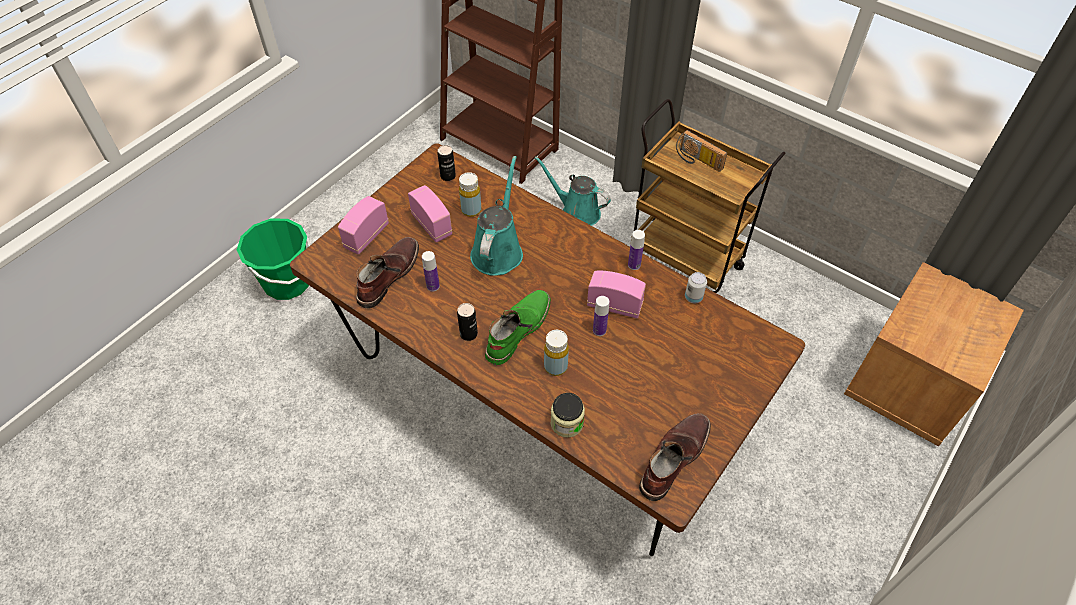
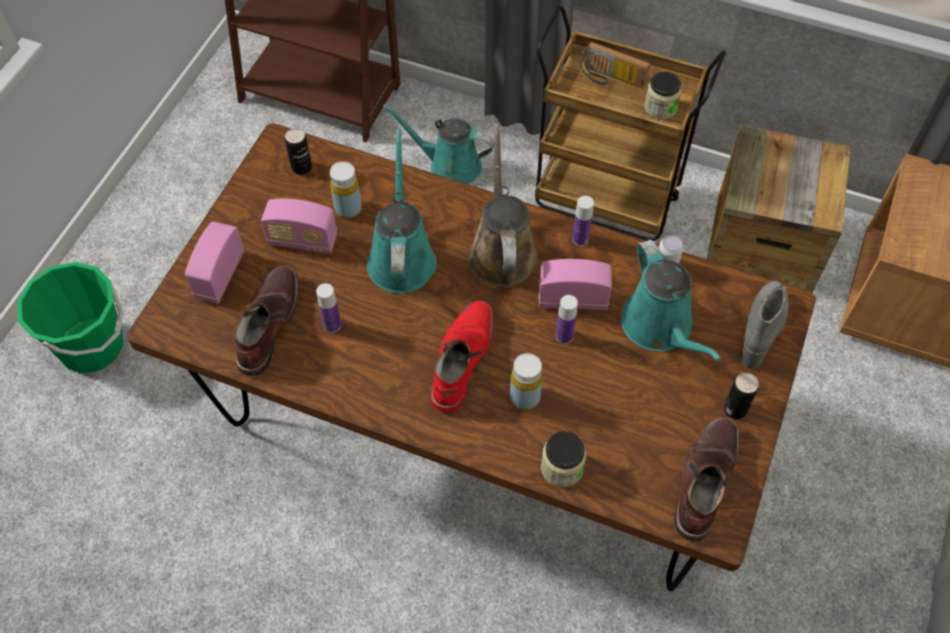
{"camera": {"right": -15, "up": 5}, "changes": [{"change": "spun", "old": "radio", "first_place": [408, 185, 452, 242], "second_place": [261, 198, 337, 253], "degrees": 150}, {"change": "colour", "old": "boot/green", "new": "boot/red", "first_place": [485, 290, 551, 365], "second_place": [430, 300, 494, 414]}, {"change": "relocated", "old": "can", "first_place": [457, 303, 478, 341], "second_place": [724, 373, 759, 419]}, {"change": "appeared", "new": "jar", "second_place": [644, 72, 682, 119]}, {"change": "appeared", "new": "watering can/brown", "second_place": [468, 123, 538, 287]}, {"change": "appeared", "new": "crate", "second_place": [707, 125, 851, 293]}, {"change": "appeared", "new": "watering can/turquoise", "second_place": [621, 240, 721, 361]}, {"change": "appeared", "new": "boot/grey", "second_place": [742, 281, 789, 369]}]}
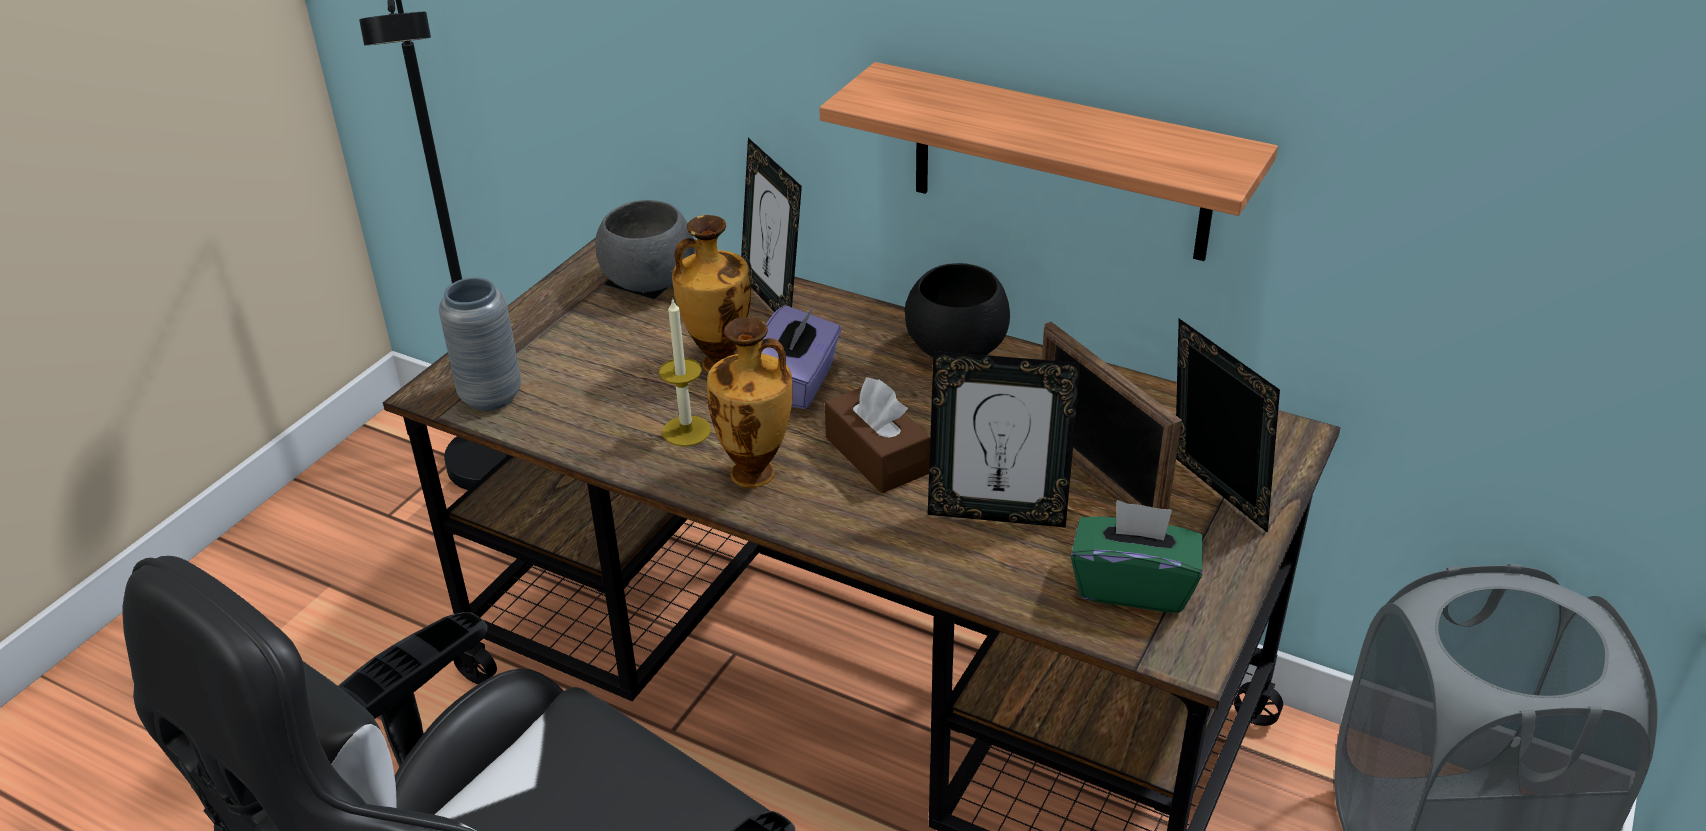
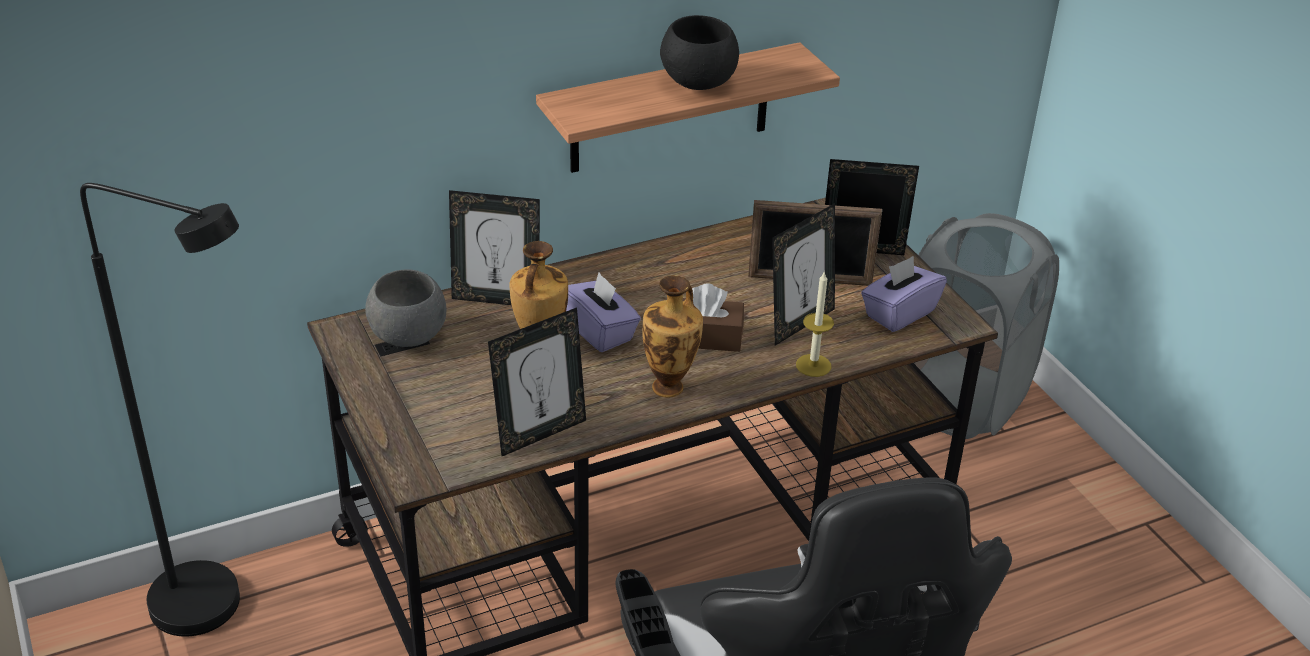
{"camera": {"right": -55, "up": 0}, "changes": [{"change": "relocated", "old": "bowl/black", "first_place": [905, 263, 1010, 357], "second_place": [660, 15, 739, 90]}, {"change": "missing", "old": "vase/grey", "first_place": [439, 277, 521, 411]}, {"change": "relocated", "old": "candle", "first_place": [659, 297, 711, 447], "second_place": [796, 271, 834, 377]}, {"change": "colour", "old": "tissue box/green", "new": "tissue box/purple", "first_place": [1071, 500, 1203, 613], "second_place": [861, 256, 947, 332]}, {"change": "appeared", "new": "picture frame", "second_place": [488, 307, 586, 456]}]}
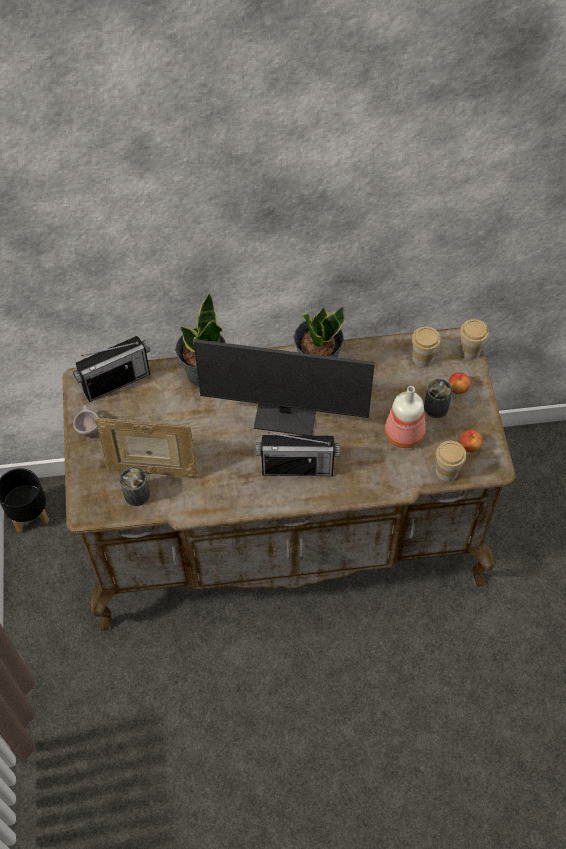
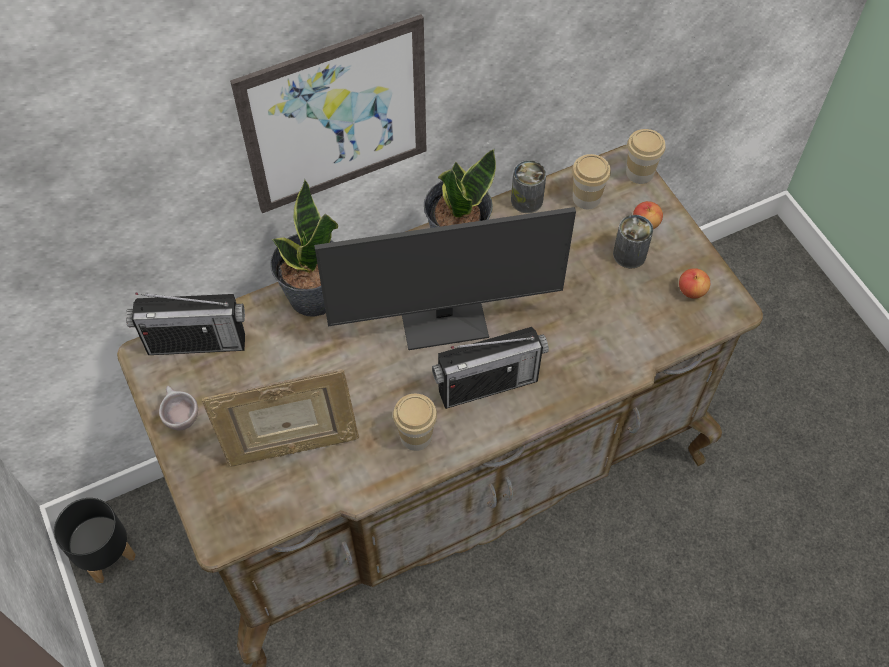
{"camera": {"right": -20, "up": 0}, "changes": [{"change": "spun", "old": "radio", "first_place": [73, 336, 151, 402], "second_place": [126, 293, 245, 355], "degrees": 45}, {"change": "missing", "old": "bottle", "first_place": [385, 386, 426, 448]}, {"change": "relocated", "old": "cup", "first_place": [436, 441, 466, 481], "second_place": [393, 394, 437, 451]}, {"change": "relocated", "old": "can", "first_place": [120, 467, 150, 506], "second_place": [511, 160, 546, 213]}, {"change": "appeared", "new": "picture", "second_place": [230, 14, 426, 213]}]}
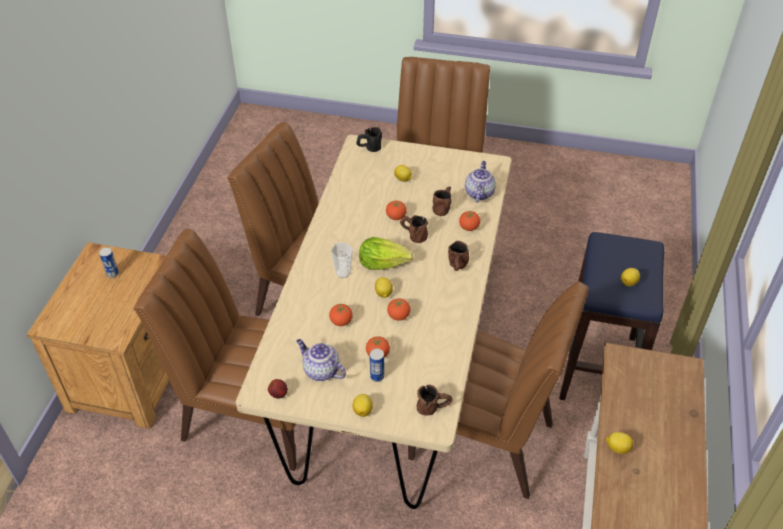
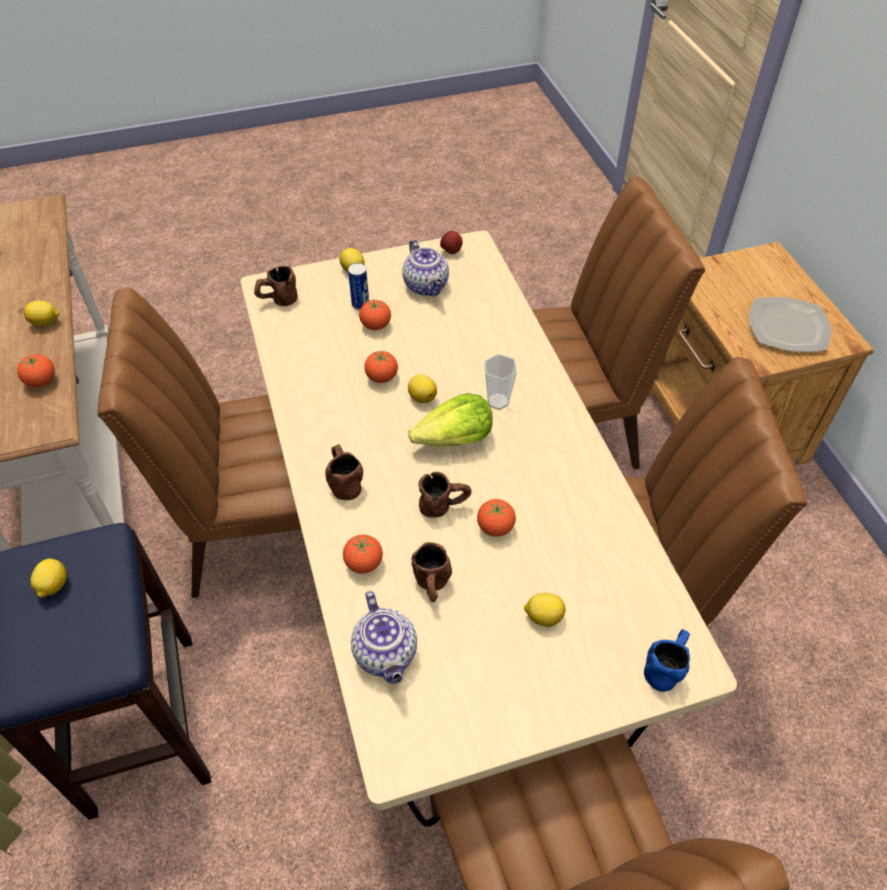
{"camera": {"right": 150, "up": 5}, "changes": [{"change": "colour", "old": "mug/black", "new": "mug/blue", "first_place": [356, 127, 382, 152], "second_place": [644, 629, 690, 692]}, {"change": "exchanged", "old": "can", "new": "plate", "first_place": [99, 247, 119, 278], "second_place": [749, 297, 831, 352]}, {"change": "relocated", "old": "tomato", "first_place": [329, 304, 353, 326], "second_place": [17, 354, 55, 387]}, {"change": "spun", "old": "teapot", "first_place": [296, 339, 346, 381], "second_place": [402, 239, 449, 296], "degrees": 60}]}
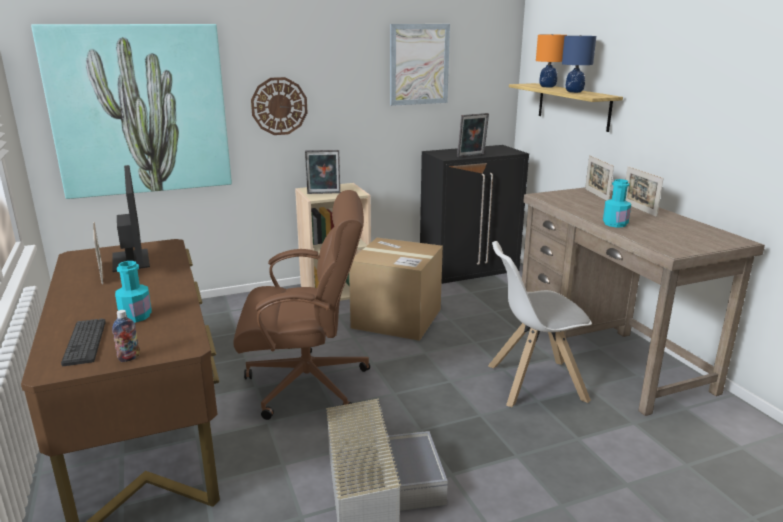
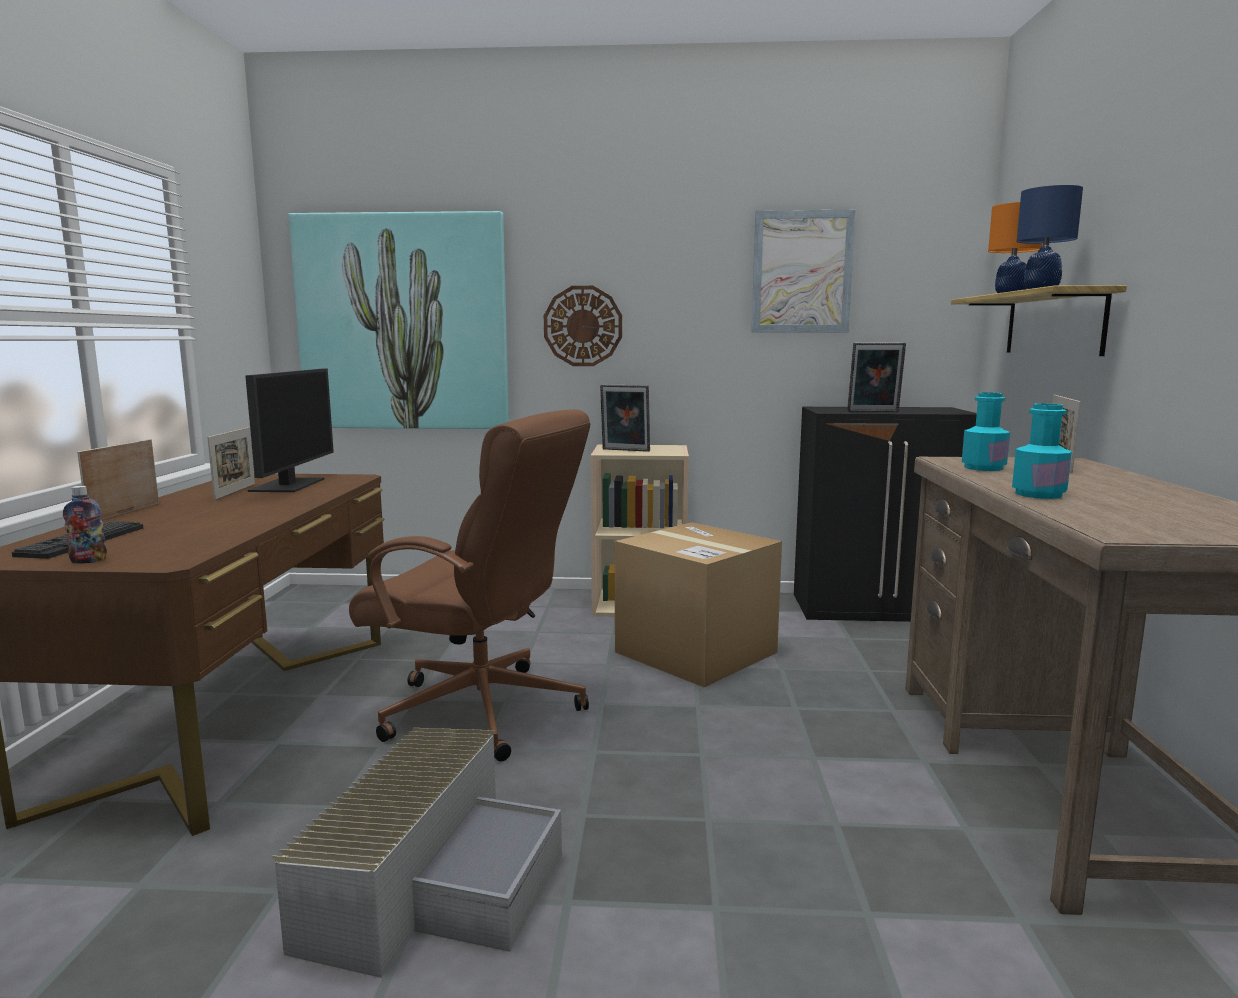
{"camera": {"right": 25, "up": -10}, "changes": [{"change": "relocated", "old": "picture frame", "first_place": [626, 166, 664, 217], "second_place": [77, 439, 159, 520]}, {"change": "missing", "old": "chair", "first_place": [488, 241, 592, 407]}, {"change": "relocated", "old": "bottle/turquoise", "first_place": [115, 261, 152, 322], "second_place": [962, 392, 1010, 471]}]}
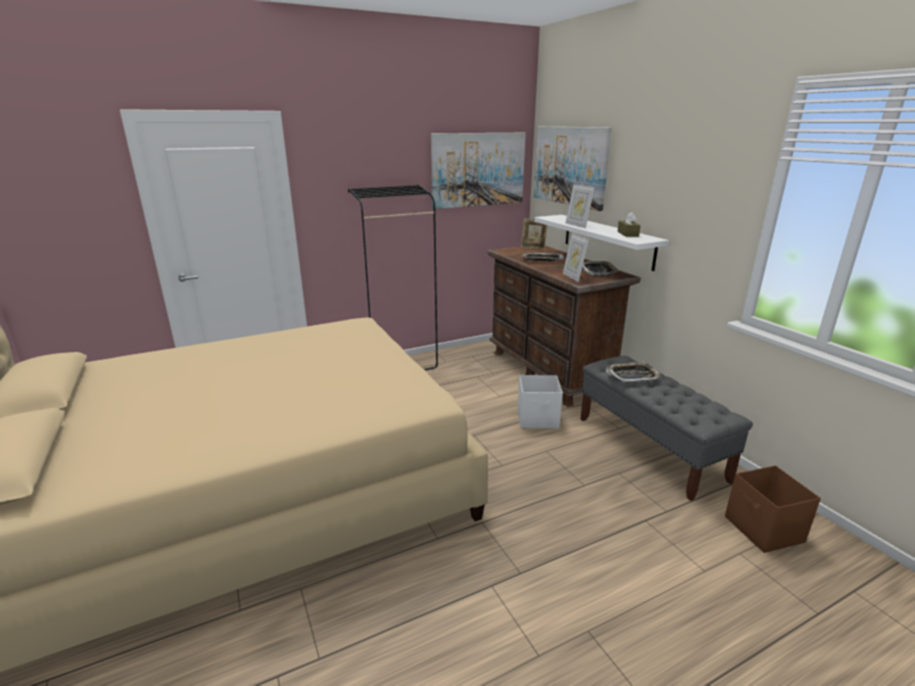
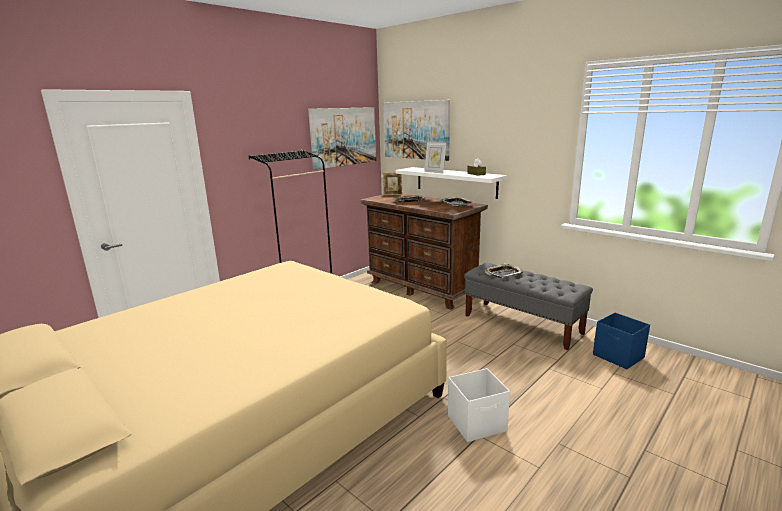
{"camera": {"right": -20, "up": -5}, "changes": [{"change": "missing", "old": "picture frame", "first_place": [563, 233, 589, 282]}, {"change": "relocated", "old": "storage box/white", "first_place": [518, 375, 563, 429], "second_place": [448, 368, 510, 442]}, {"change": "colour", "old": "storage box/brown", "new": "storage box/blue", "first_place": [725, 466, 821, 553], "second_place": [593, 313, 650, 369]}]}
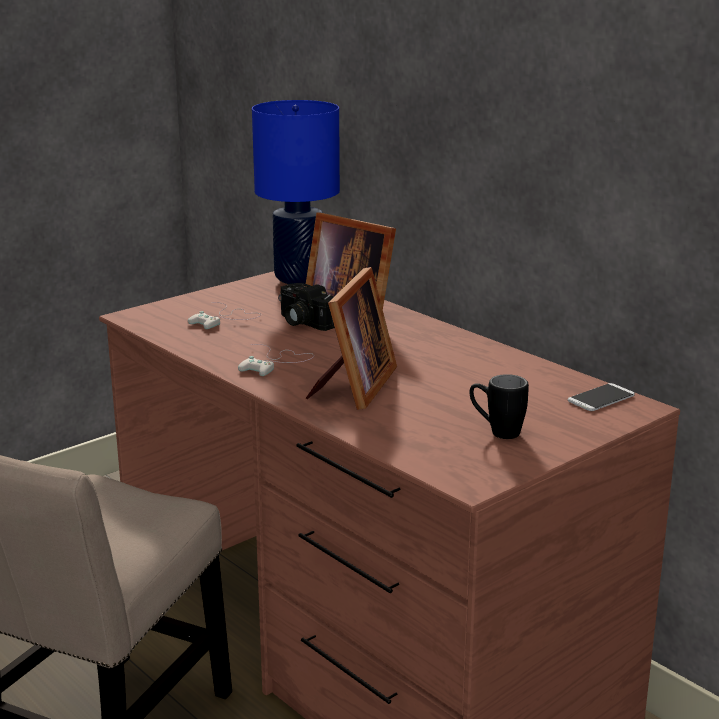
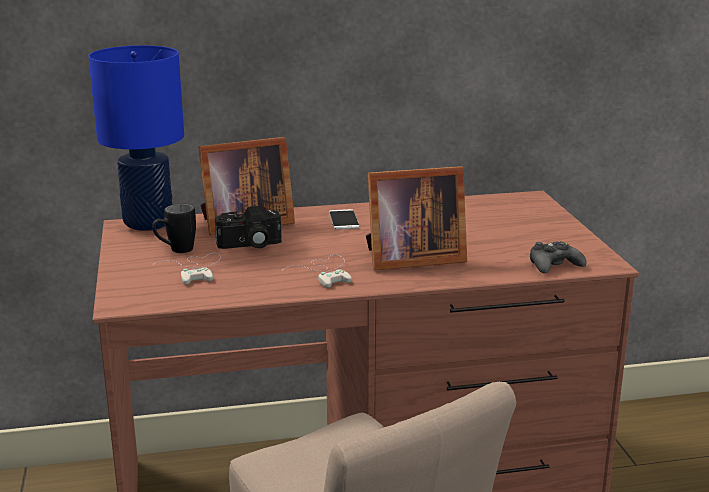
{"camera": {"right": -60, "up": 0}, "changes": [{"change": "spun", "old": "picture frame", "first_place": [306, 267, 397, 410], "second_place": [366, 166, 467, 270], "degrees": 120}, {"change": "relocated", "old": "mug/black", "first_place": [470, 374, 529, 439], "second_place": [152, 204, 196, 253]}, {"change": "relocated", "old": "phone", "first_place": [568, 383, 635, 411], "second_place": [329, 209, 360, 230]}, {"change": "appeared", "new": "game controller/black", "second_place": [530, 241, 587, 273]}]}
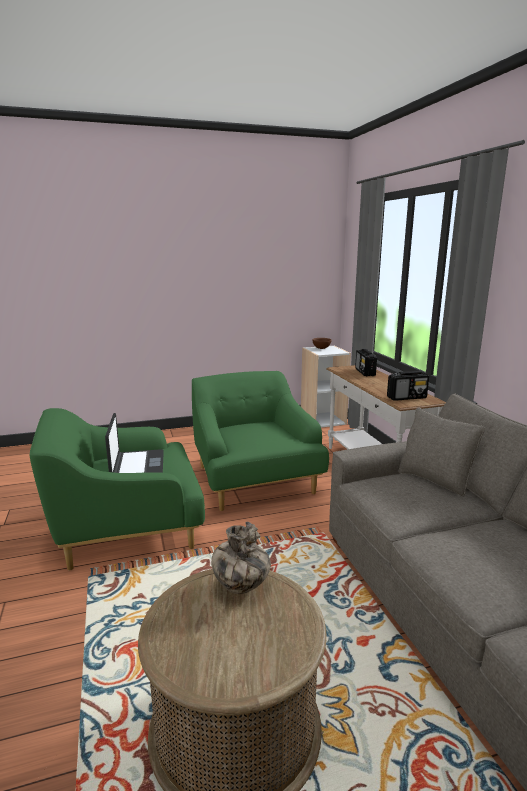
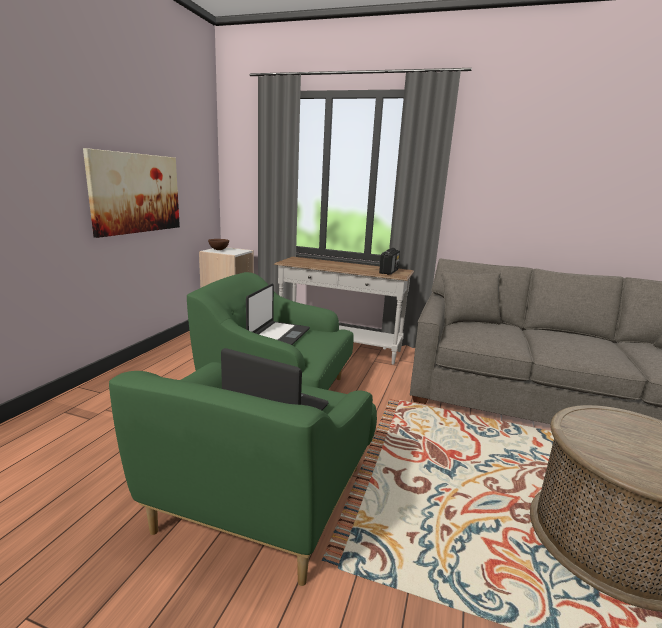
{"camera": {"right": -55, "up": 0}, "changes": [{"change": "missing", "old": "radio", "first_place": [355, 349, 377, 376]}, {"change": "missing", "old": "vase", "first_place": [211, 522, 271, 594]}, {"change": "appeared", "new": "picture", "second_place": [83, 148, 180, 238]}, {"change": "appeared", "new": "laptop", "second_place": [246, 283, 310, 345]}]}
